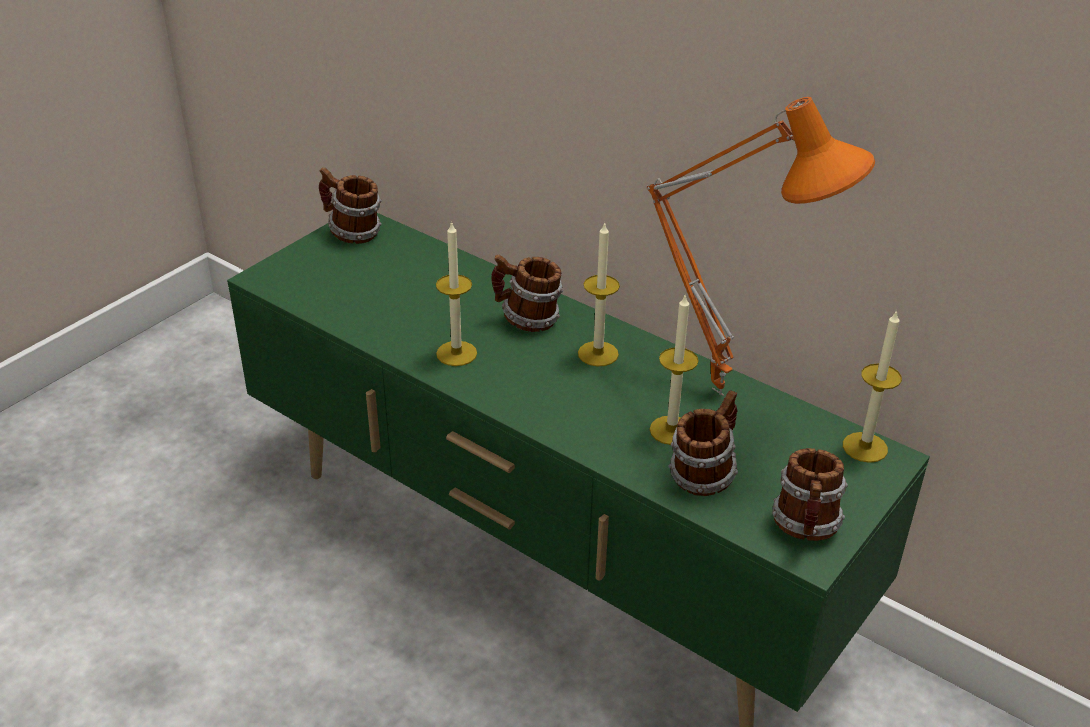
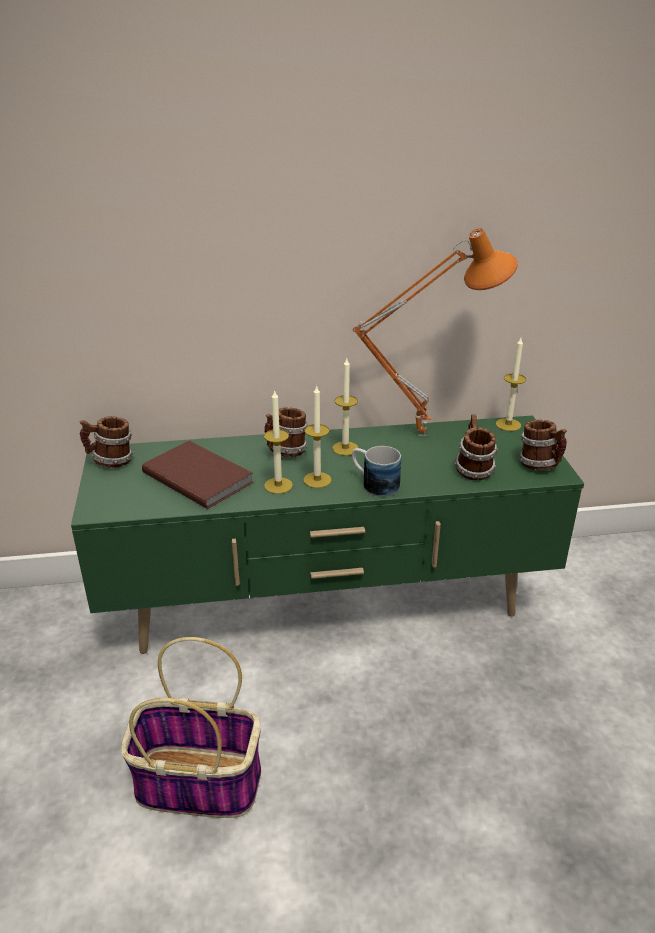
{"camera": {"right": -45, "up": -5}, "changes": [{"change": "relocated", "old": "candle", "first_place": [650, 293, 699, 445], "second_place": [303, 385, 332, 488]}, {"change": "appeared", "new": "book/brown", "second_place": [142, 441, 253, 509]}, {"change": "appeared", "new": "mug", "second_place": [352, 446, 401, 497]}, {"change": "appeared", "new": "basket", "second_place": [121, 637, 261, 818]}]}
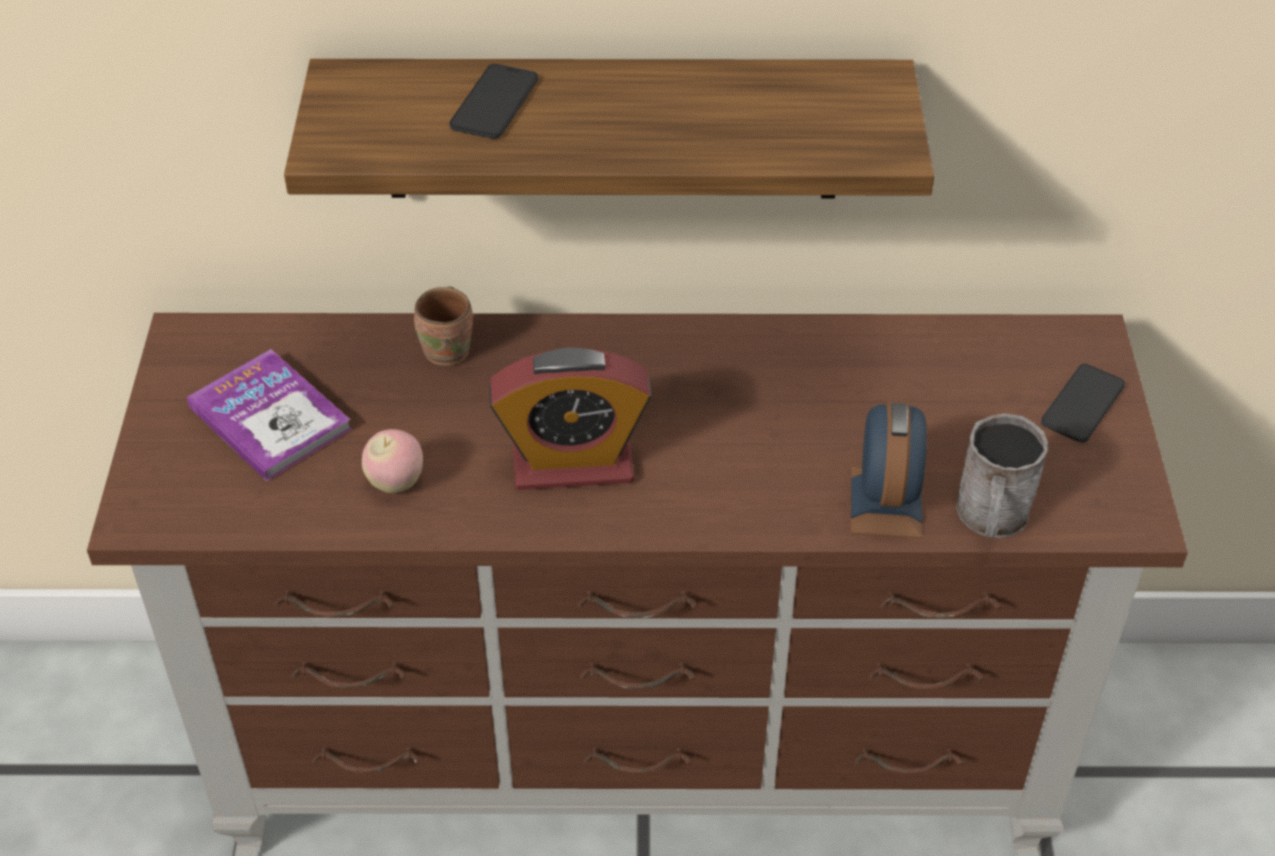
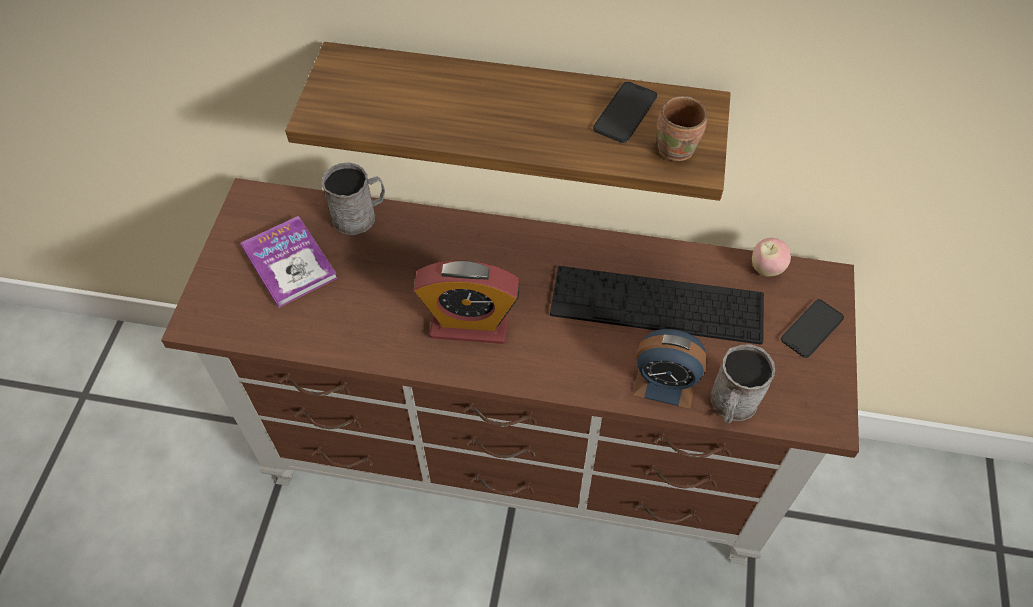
{"camera": {"right": 10, "up": 10}, "changes": [{"change": "relocated", "old": "phone", "first_place": [449, 64, 538, 139], "second_place": [593, 82, 657, 143]}, {"change": "relocated", "old": "mug/brown", "first_place": [414, 286, 473, 366], "second_place": [657, 96, 707, 161]}, {"change": "spun", "old": "alarm clock", "first_place": [851, 401, 927, 538], "second_place": [632, 329, 708, 409], "degrees": 90}, {"change": "relocated", "old": "apple", "first_place": [362, 429, 423, 493], "second_place": [752, 238, 791, 276]}, {"change": "appeared", "new": "mug/grey", "second_place": [321, 162, 385, 235]}, {"change": "appeared", "new": "keyboard", "second_place": [550, 266, 764, 345]}]}
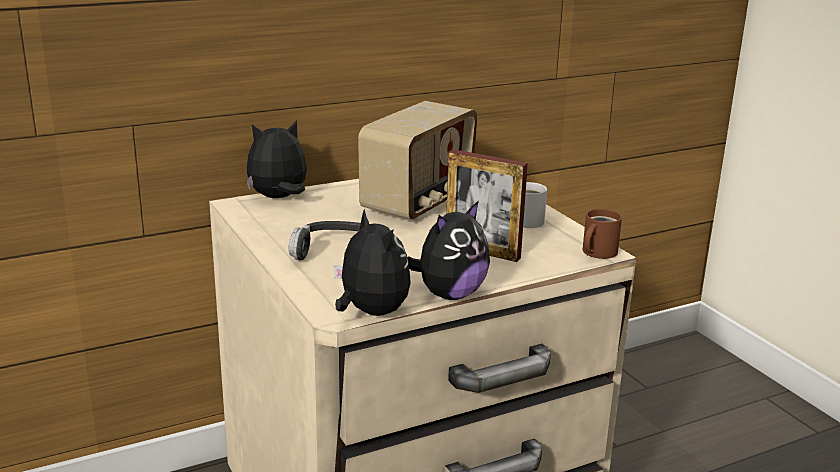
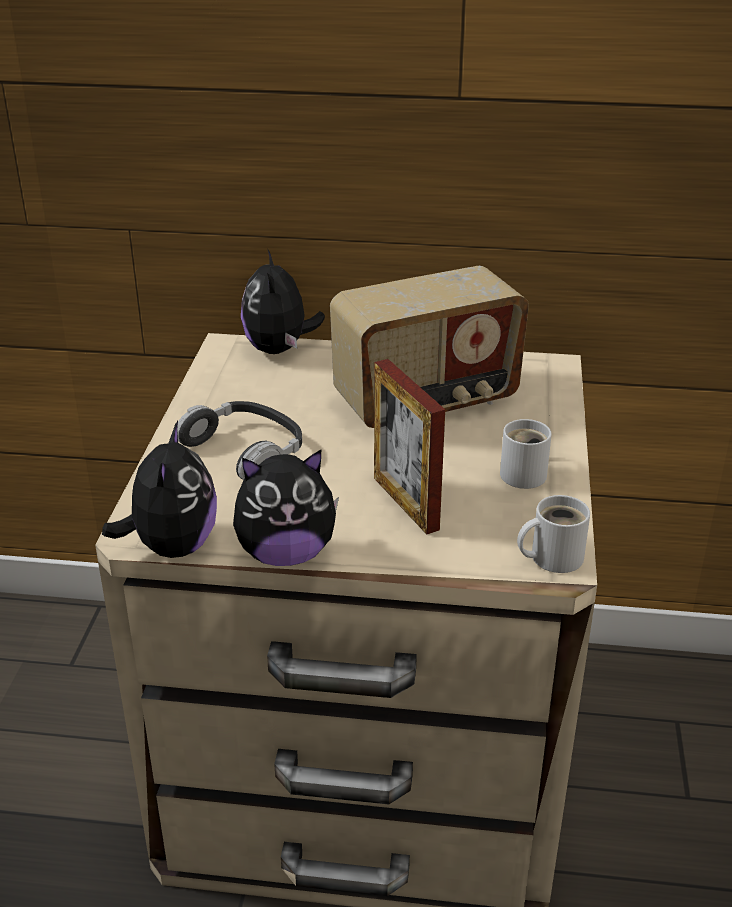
{"camera": {"right": 35, "up": 10}, "changes": [{"change": "spun", "old": "plush toy", "first_place": [246, 120, 307, 198], "second_place": [241, 250, 325, 354], "degrees": -105}, {"change": "colour", "old": "mug/brown", "new": "mug/white", "first_place": [583, 209, 622, 259], "second_place": [517, 495, 590, 573]}]}
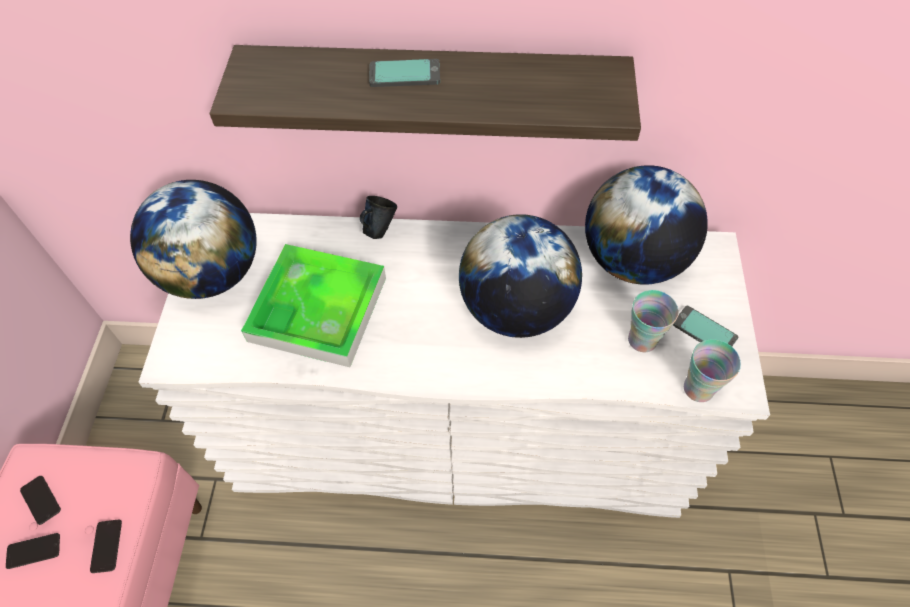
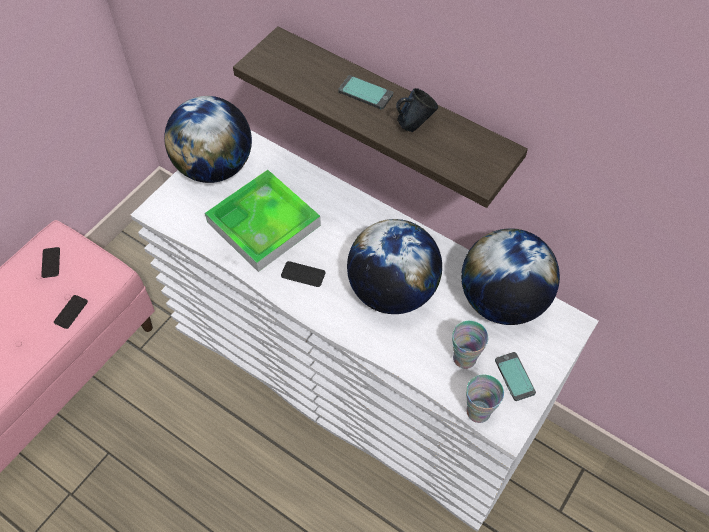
{"camera": {"right": 30, "up": 0}, "changes": [{"change": "relocated", "old": "mug/blue", "first_place": [360, 196, 397, 239], "second_place": [396, 88, 438, 132]}, {"change": "relocated", "old": "phone", "first_place": [6, 533, 60, 569], "second_place": [281, 261, 326, 287]}]}
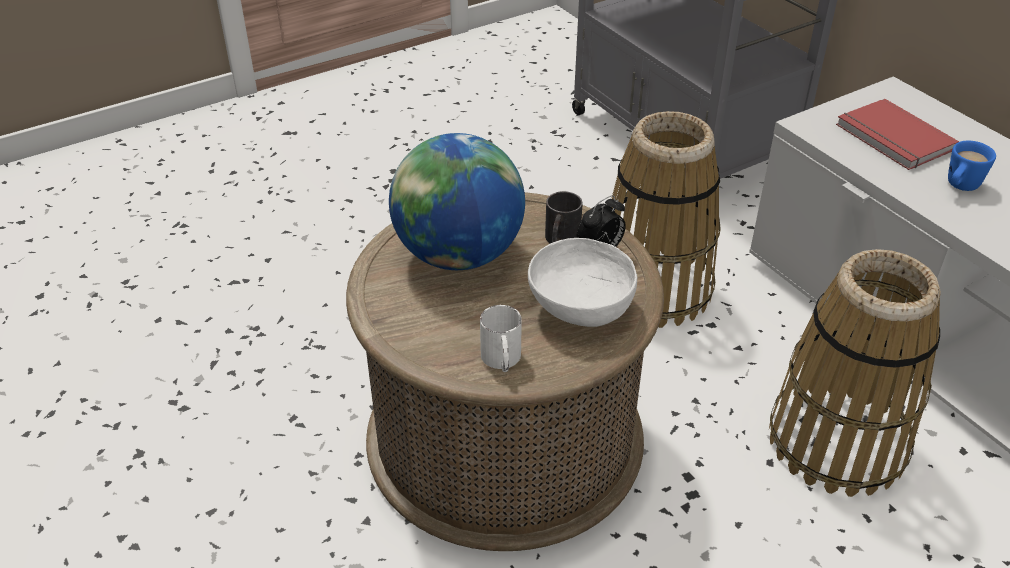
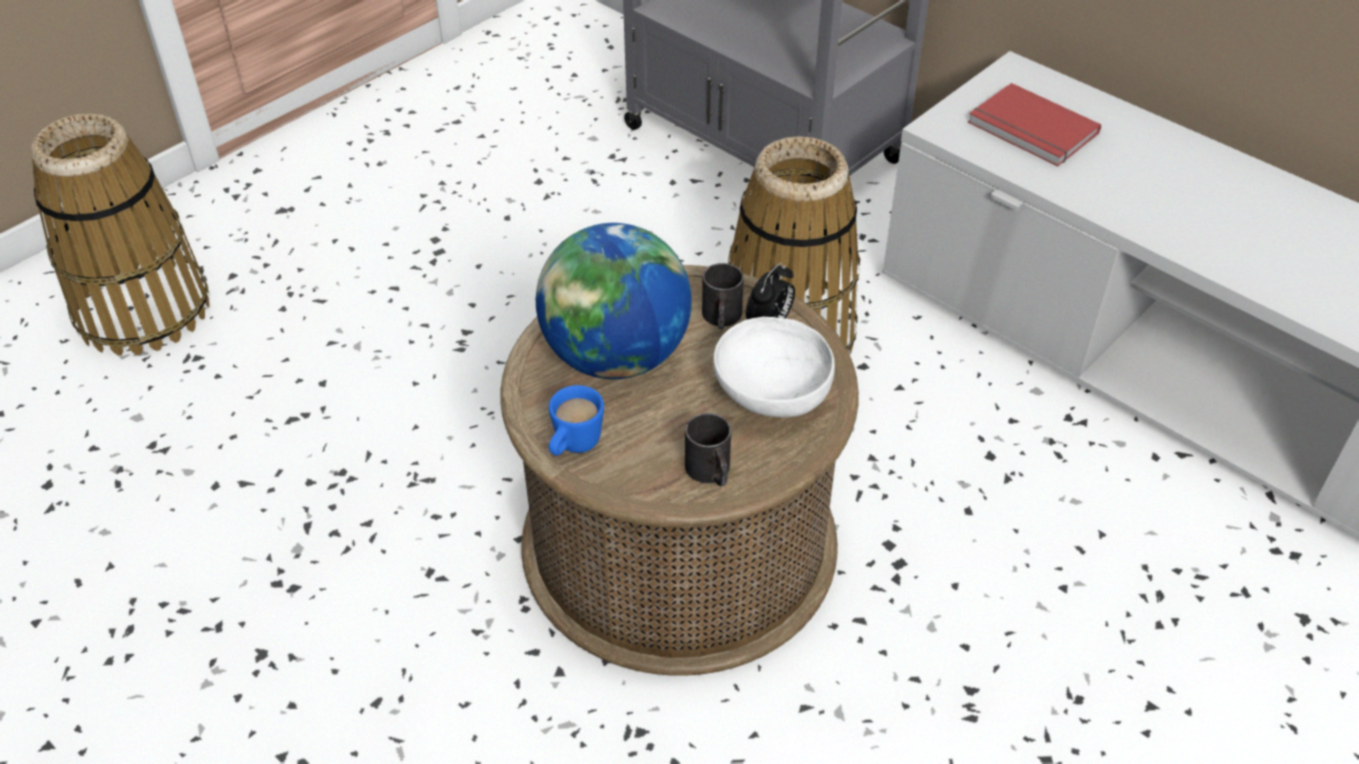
{"camera": {"right": -15, "up": 5}, "changes": [{"change": "relocated", "old": "mug/blue", "first_place": [948, 141, 996, 191], "second_place": [549, 385, 604, 456]}, {"change": "relocated", "old": "basket", "first_place": [769, 249, 941, 497], "second_place": [31, 114, 210, 356]}, {"change": "colour", "old": "mug/white", "new": "mug/black", "first_place": [480, 305, 522, 372], "second_place": [685, 413, 731, 486]}]}
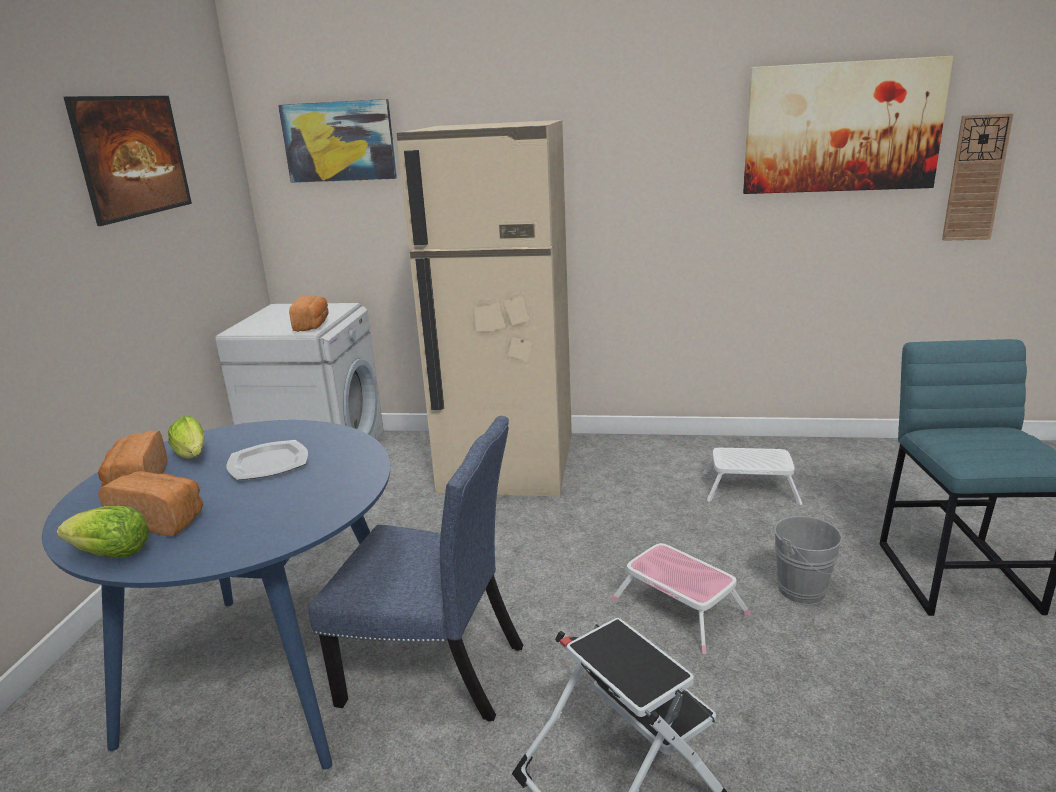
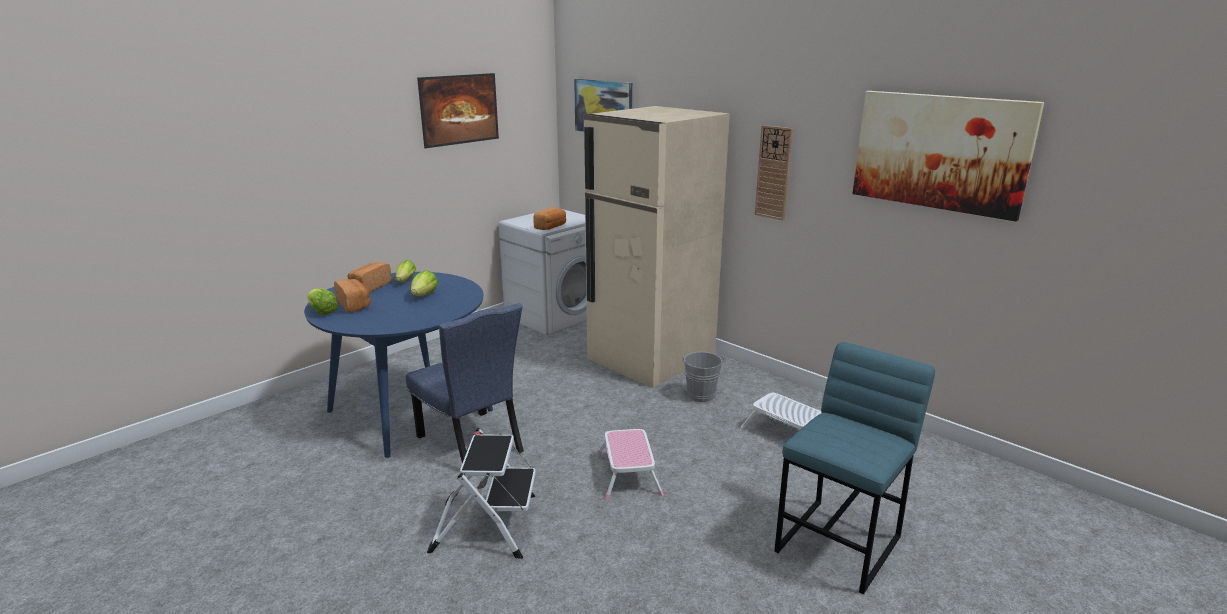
{"camera": {"right": 35, "up": 0}, "changes": [{"change": "relocated", "old": "wall clock", "first_place": [942, 113, 1014, 241], "second_place": [755, 125, 793, 221]}, {"change": "exchanged", "old": "plate", "new": "lettuce", "first_place": [226, 440, 308, 480], "second_place": [411, 270, 438, 296]}, {"change": "relocated", "old": "bucket/grey", "first_place": [774, 514, 853, 605], "second_place": [682, 352, 724, 403]}]}
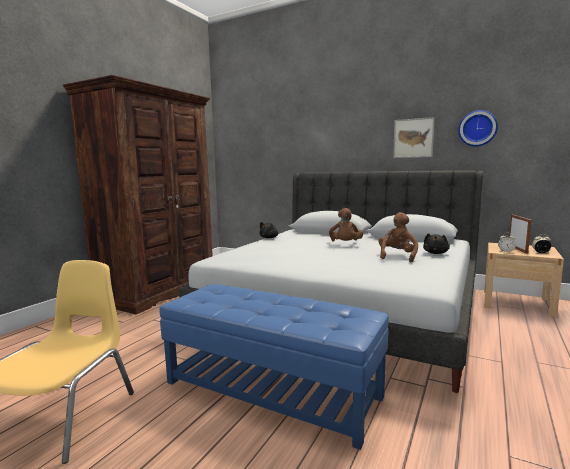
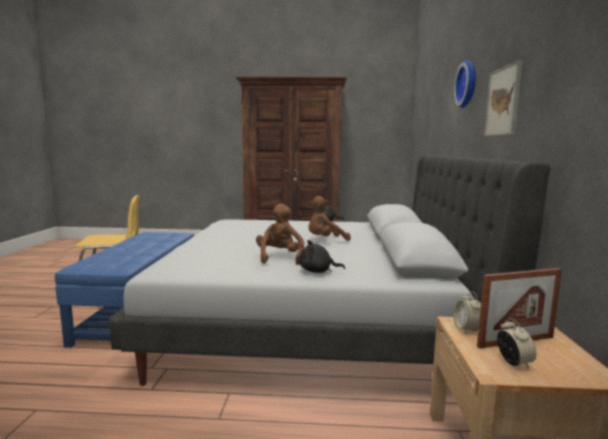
{"camera": {"right": 65, "up": 0}, "changes": [{"change": "relocated", "old": "wall clock", "first_place": [458, 110, 498, 147], "second_place": [454, 60, 476, 108]}, {"change": "spun", "old": "plush toy/brown", "first_place": [378, 212, 418, 263], "second_place": [256, 203, 304, 265], "degrees": -90}]}
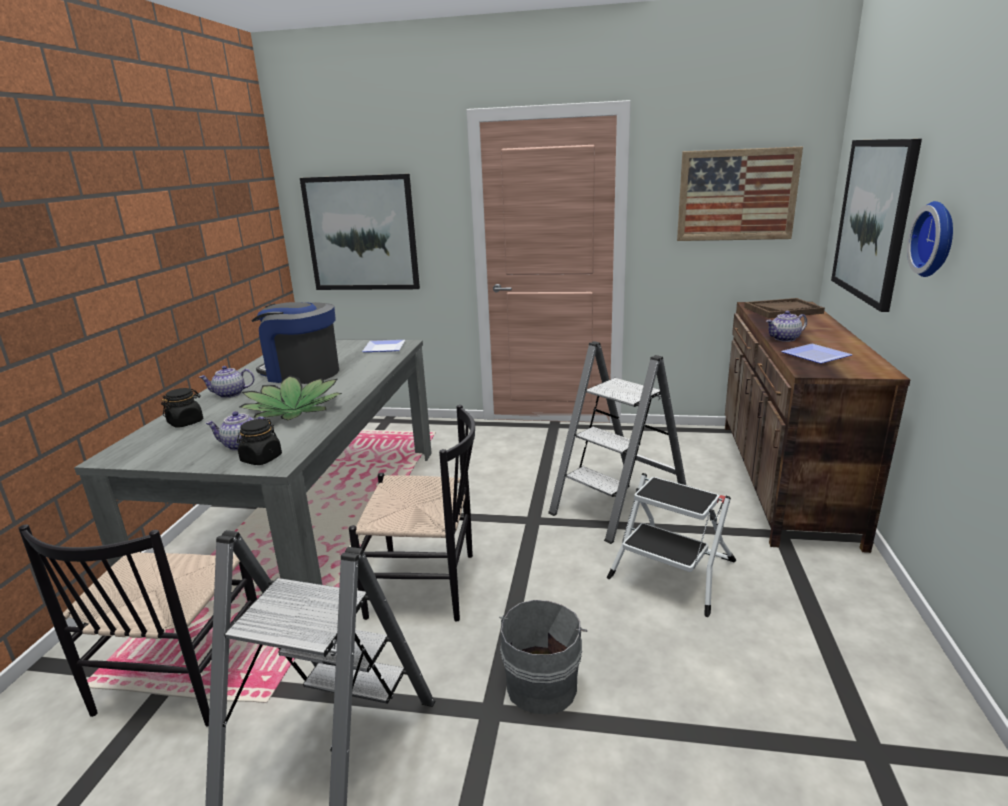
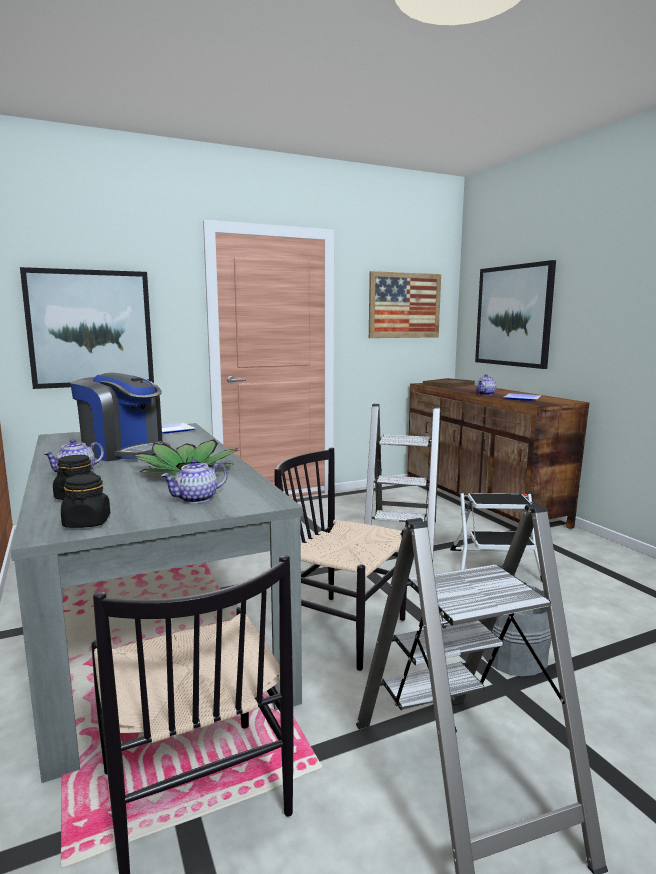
{"camera": {"right": -35, "up": -10}, "changes": [{"change": "missing", "old": "wall clock", "first_place": [907, 201, 953, 277]}, {"change": "spun", "old": "coffee machine", "first_place": [251, 302, 339, 384], "second_place": [70, 373, 170, 461], "degrees": -135}, {"change": "spun", "old": "chair/black", "first_place": [349, 405, 475, 622], "second_place": [275, 448, 407, 671], "degrees": -120}, {"change": "relocated", "old": "jar/black", "first_place": [237, 418, 282, 465], "second_place": [61, 474, 110, 528]}]}
